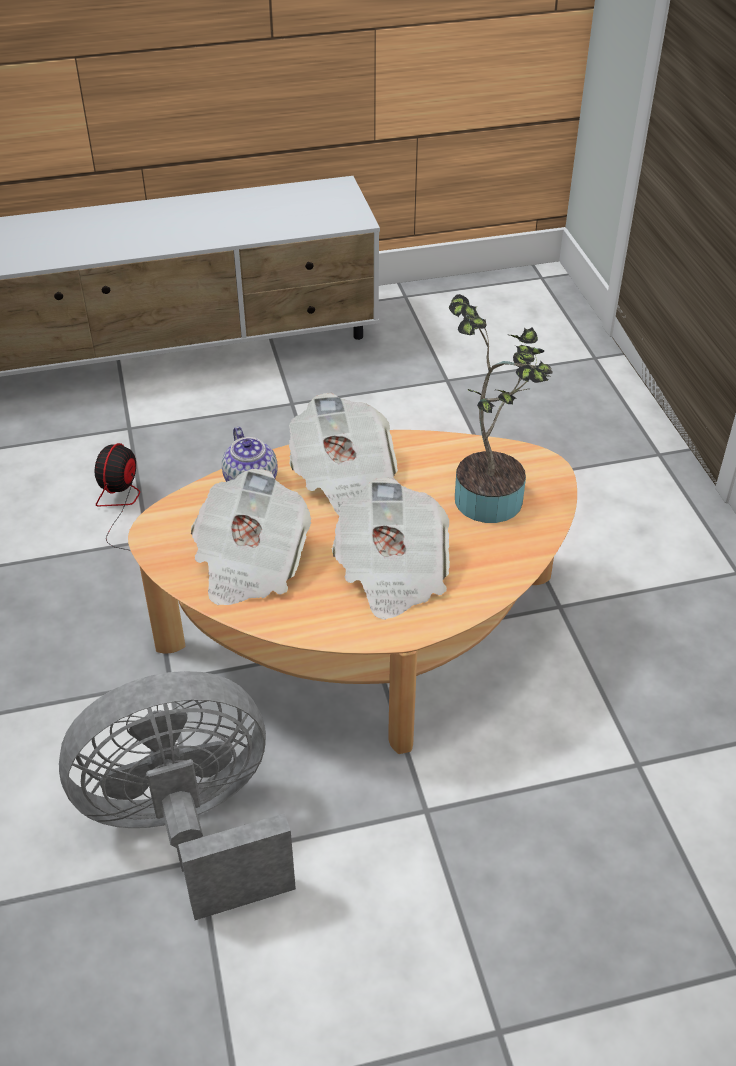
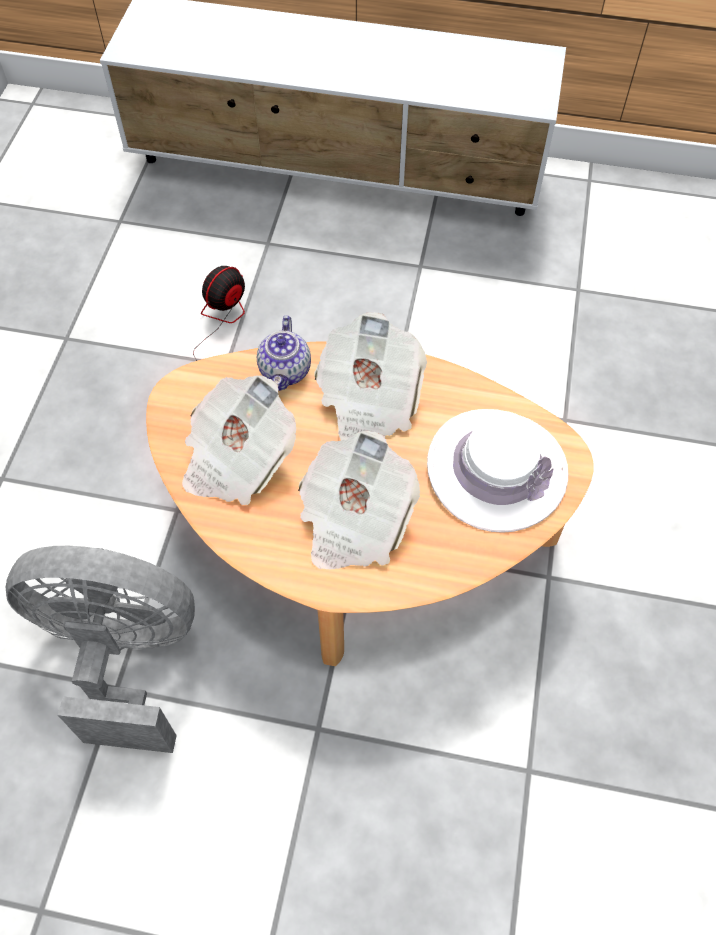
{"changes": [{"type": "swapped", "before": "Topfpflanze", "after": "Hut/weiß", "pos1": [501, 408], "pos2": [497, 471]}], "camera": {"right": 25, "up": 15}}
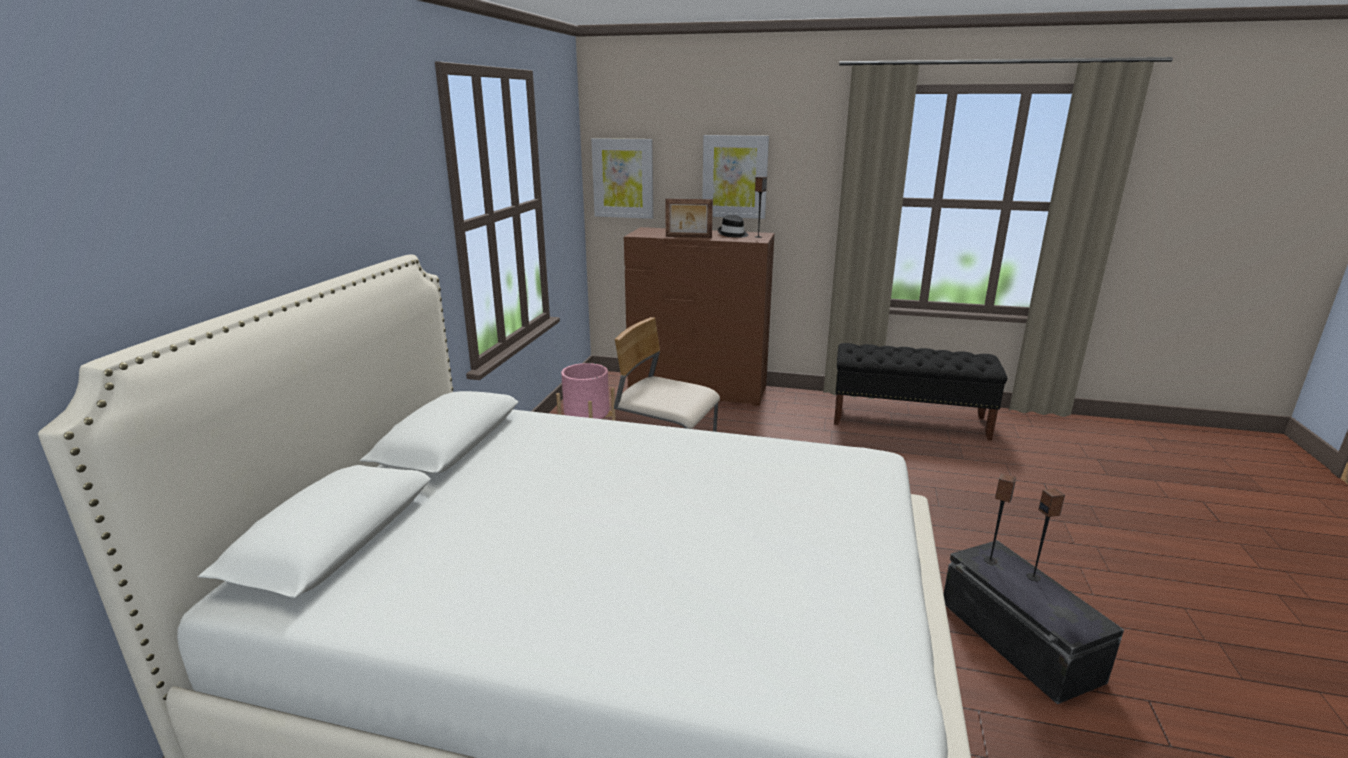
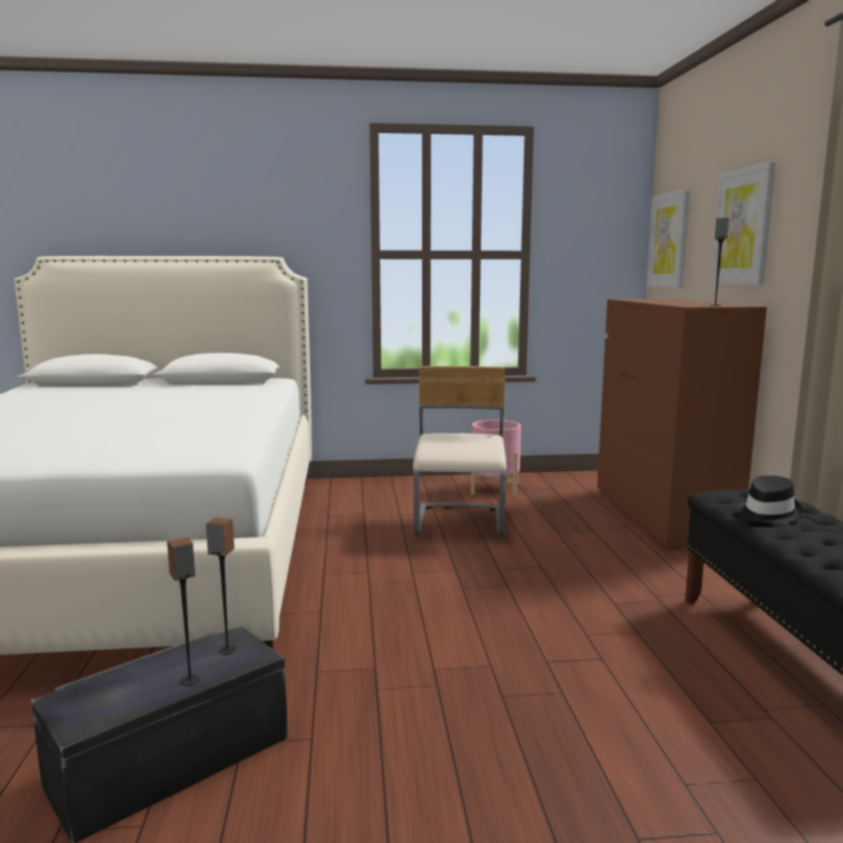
{"changes": [{"type": "gone", "before": "Bilderrahmen", "pos1": [689, 218]}, {"type": "shifted", "before": "Hut/schwarz", "pos1": [733, 226], "pos2": [770, 499]}], "camera": {"right": 70, "up": -10}}
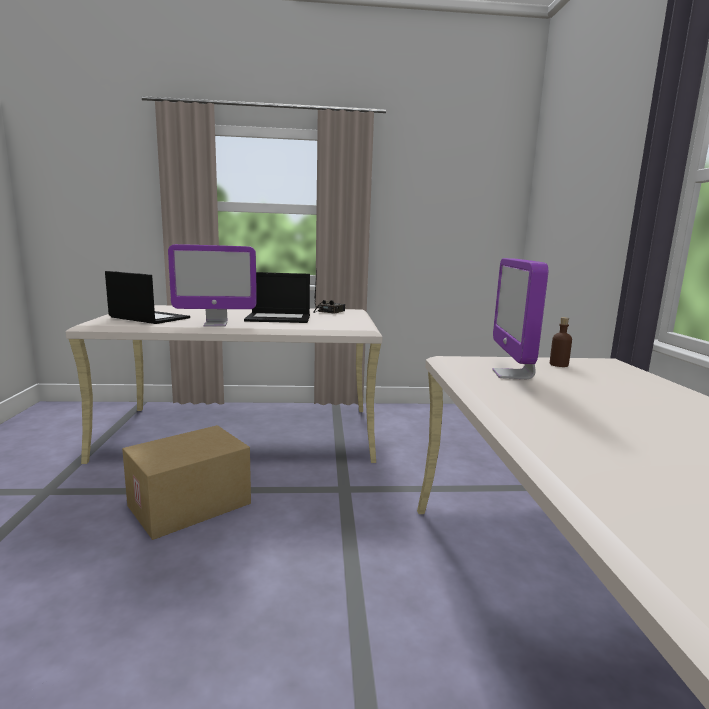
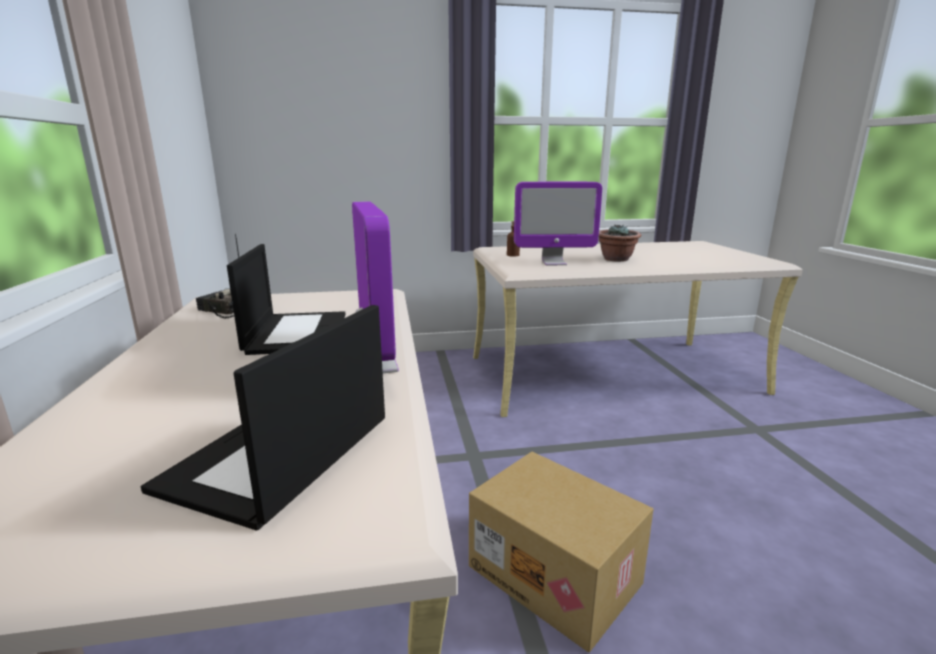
{"changes": [{"type": "new", "after": "Topfpflanze", "pos2": [620, 243]}], "camera": {"right": -95, "up": 5}}
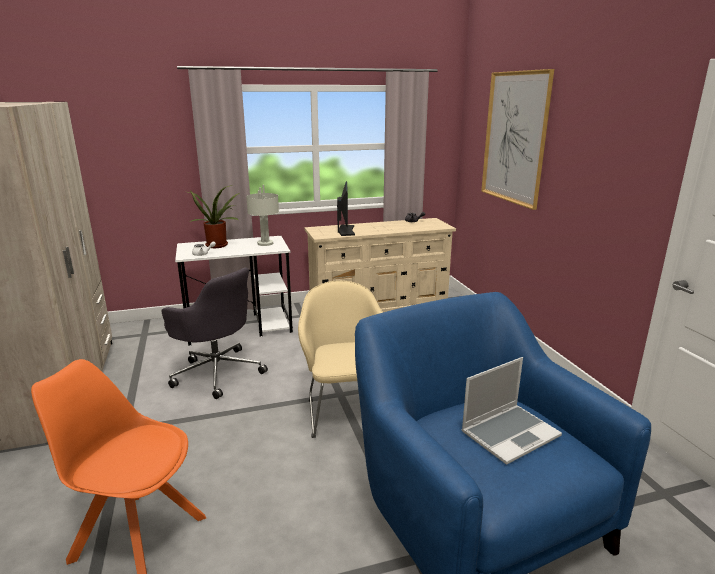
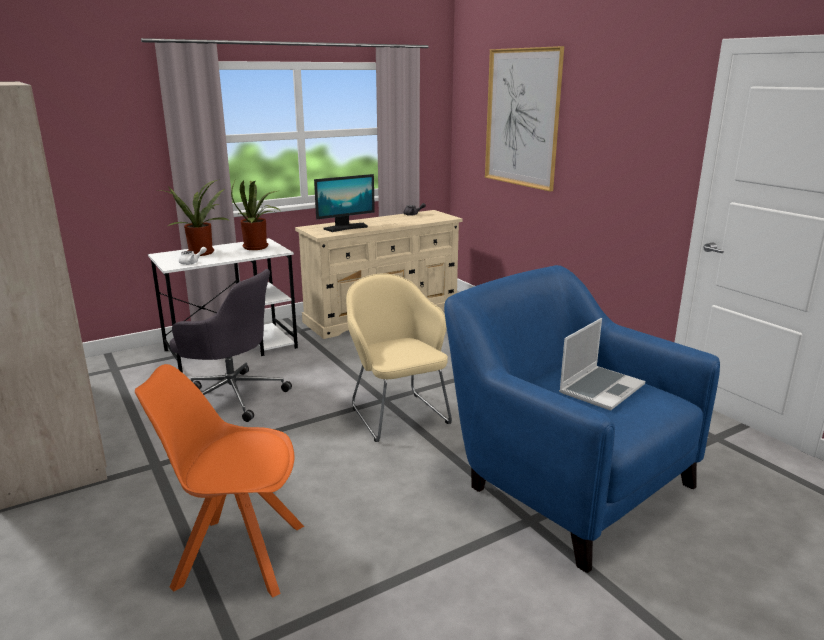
{"changes": [{"type": "swapped", "before": "Tischlampe/grau", "after": "Topfpflanze", "pos1": [262, 215], "pos2": [255, 215]}, {"type": "rotated", "before": "Monitor", "pos1": [346, 208], "pos2": [344, 203], "turn": 75}], "camera": {"right": -15, "up": 0}}
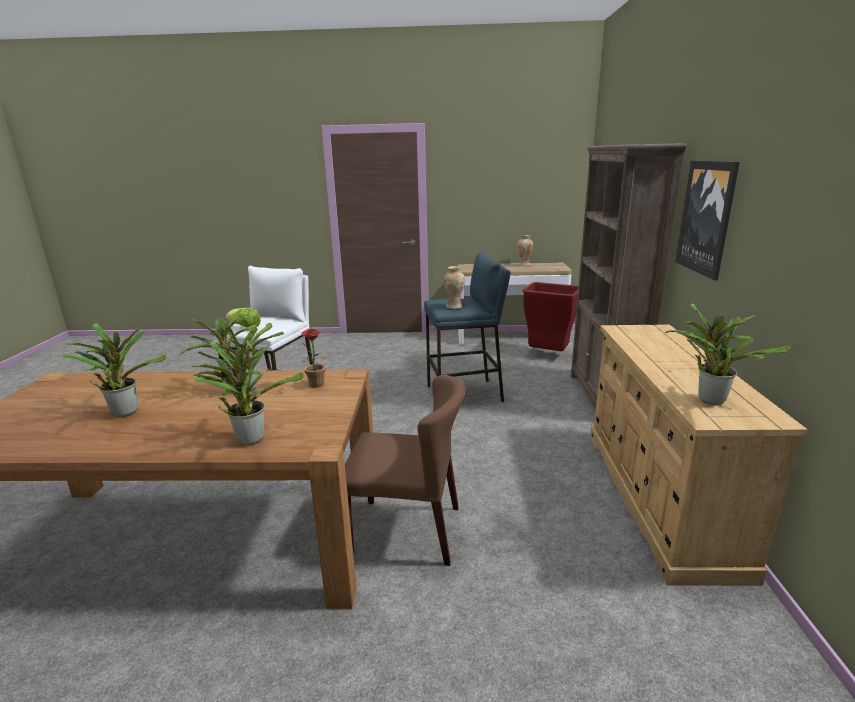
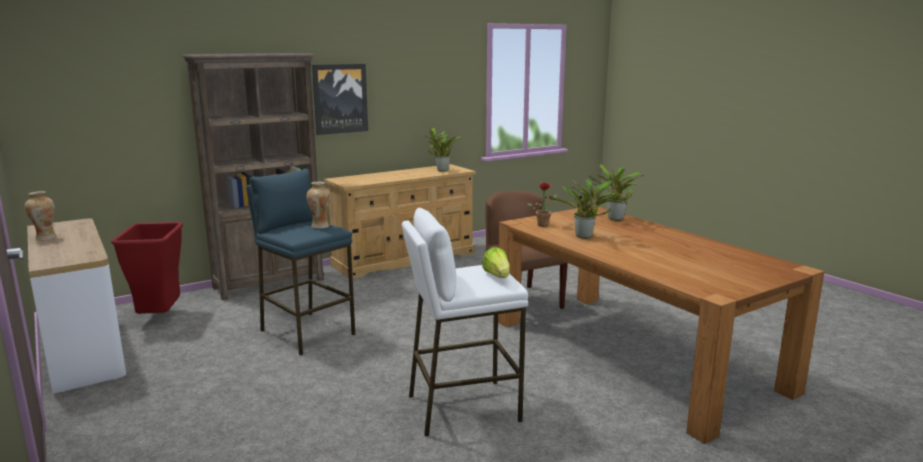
{"changes": [{"type": "gone", "before": "Topfpflanze", "pos1": [114, 370]}], "camera": {"right": -125, "up": -5}}
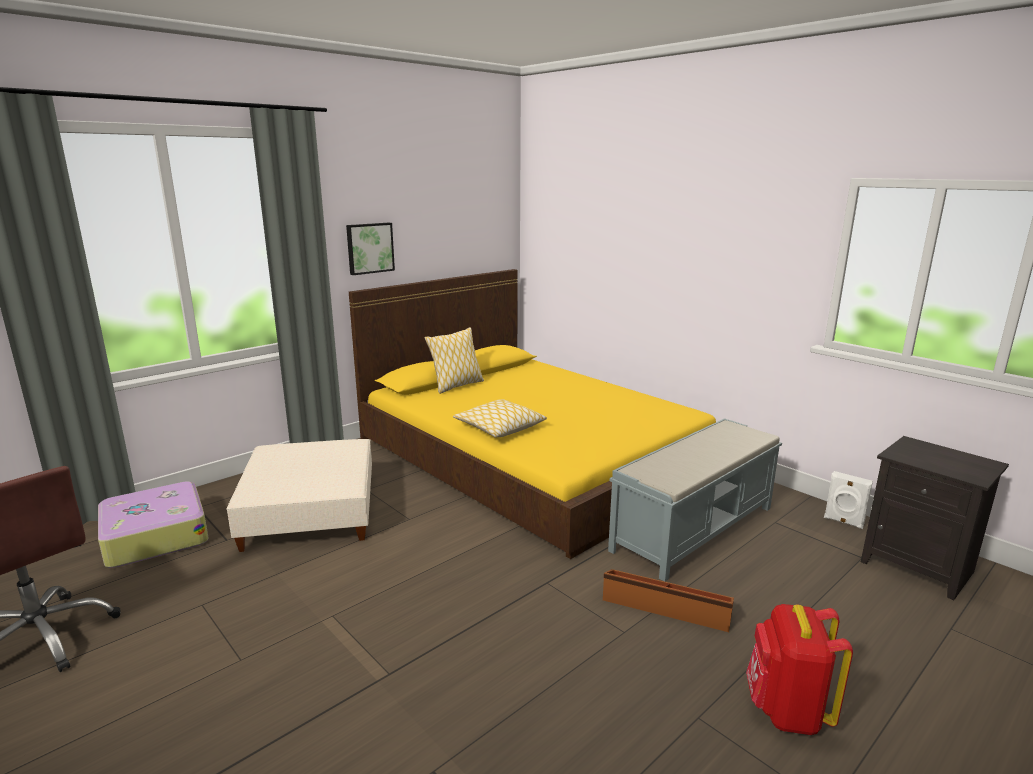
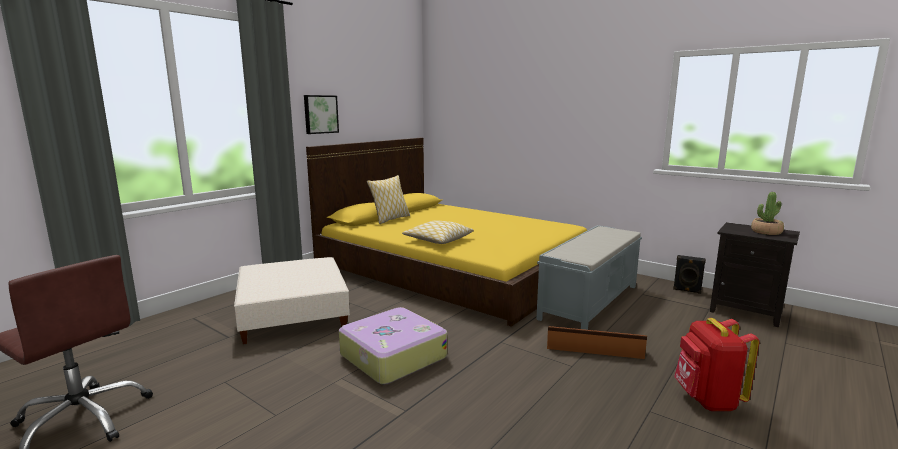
{"changes": [{"type": "shifted", "before": "Koffer", "pos1": [153, 524], "pos2": [393, 345]}, {"type": "repainted", "before": "Lautsprecher/weiß", "after": "Lautsprecher/schwarz", "pos1": [848, 500], "pos2": [689, 274]}, {"type": "new", "after": "Topfpflanze", "pos2": [767, 213]}], "camera": {"right": -10, "up": -5}}
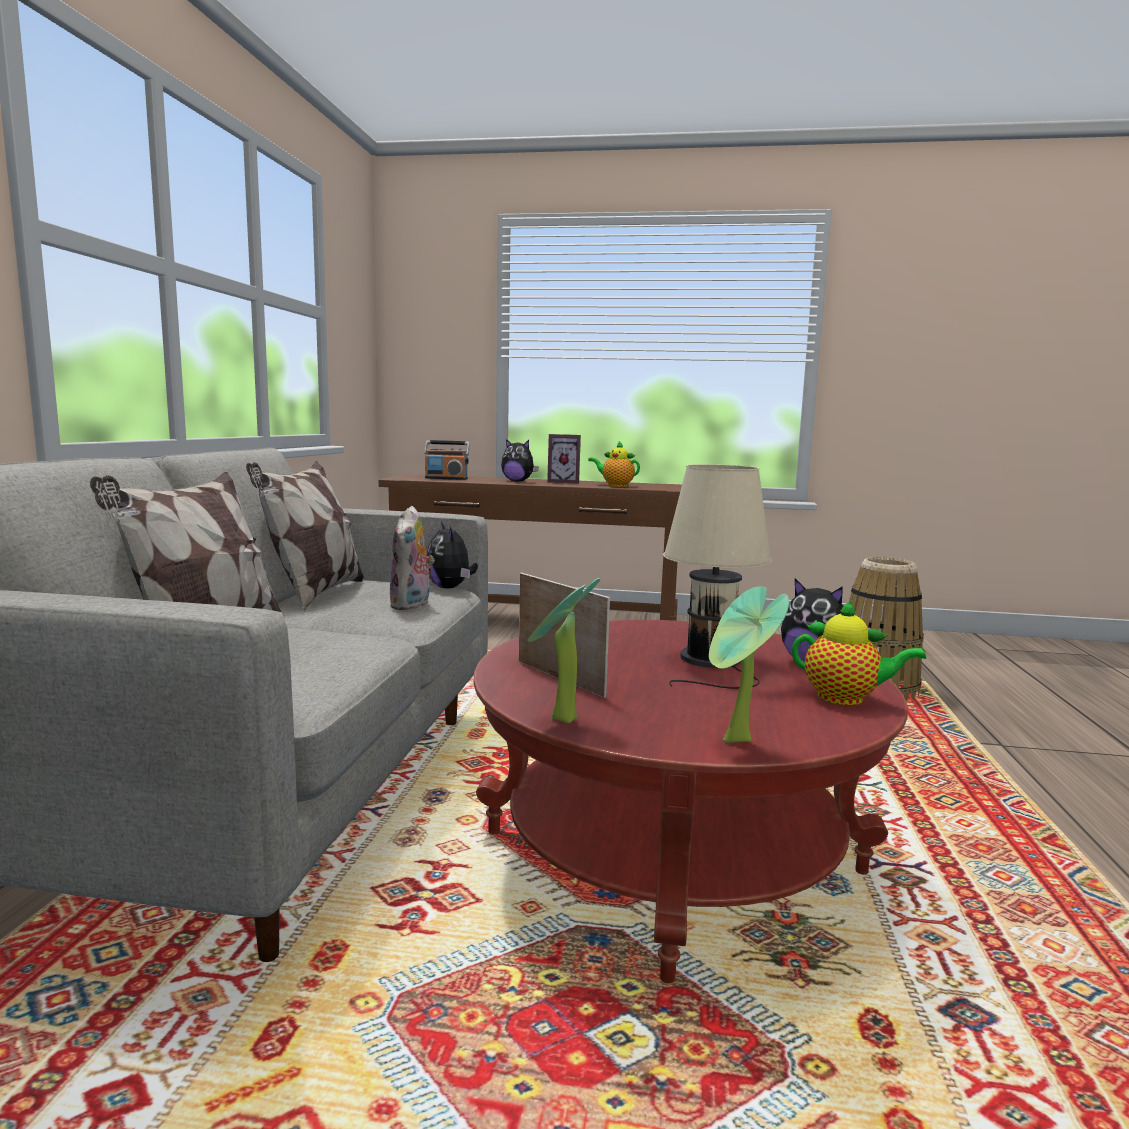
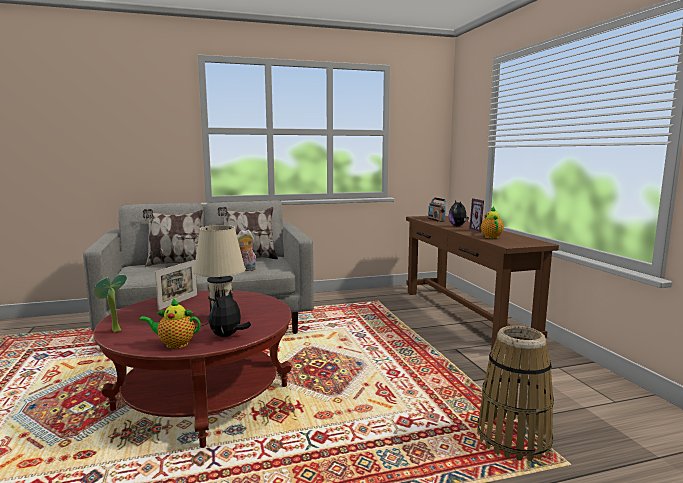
{"changes": [{"type": "gone", "before": "Plüschtier", "pos1": [452, 555]}, {"type": "gone", "before": "Topfpflanze", "pos1": [564, 650]}, {"type": "rotated", "before": "Teekanne", "pos1": [859, 653], "pos2": [170, 323], "turn": 90}], "camera": {"right": 65, "up": 0}}
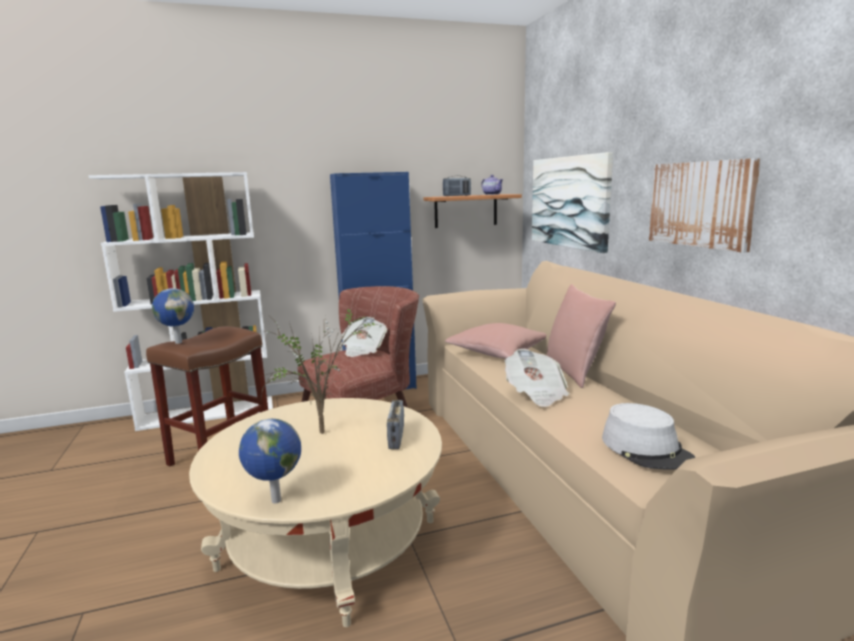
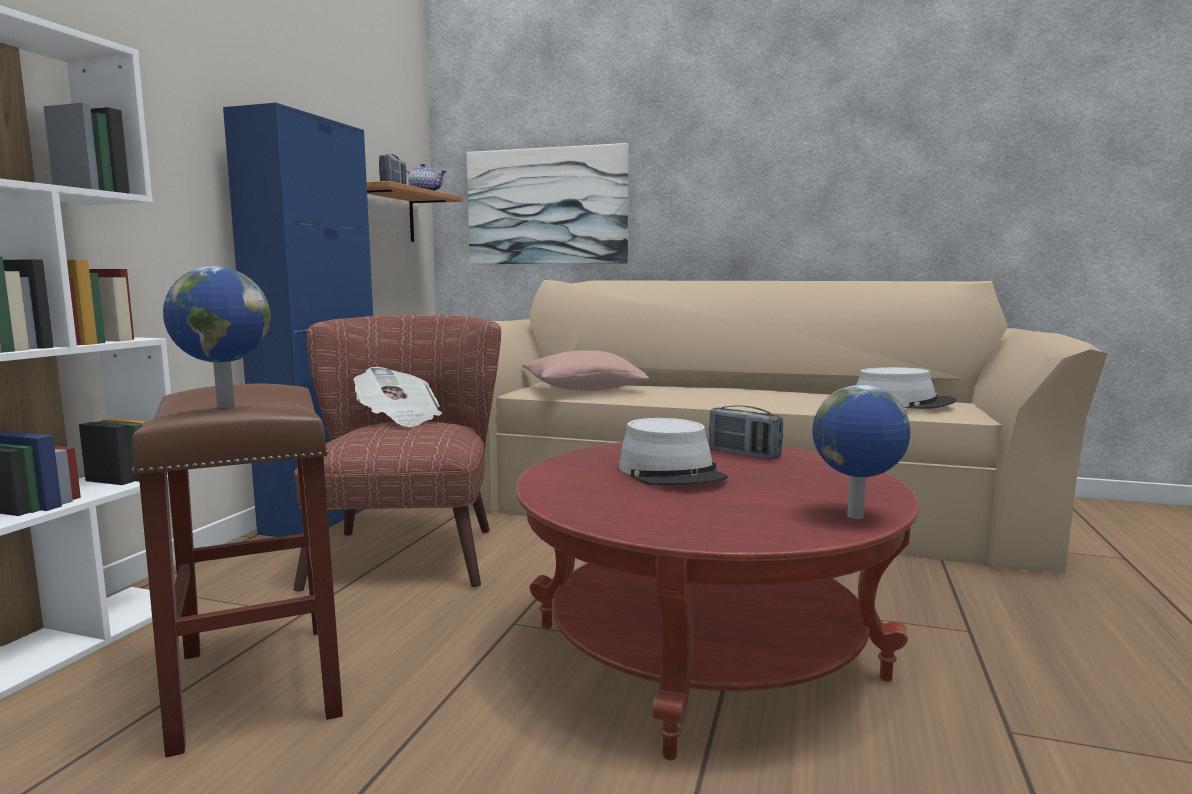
{"changes": [{"type": "repainted", "before": "Couchtisch/beige", "after": "Couchtisch/rot", "pos1": [315, 512], "pos2": [717, 599]}, {"type": "swapped", "before": "Topfpflanze", "after": "Hut/grau", "pos1": [323, 368], "pos2": [673, 452]}, {"type": "gone", "before": "Zeitung", "pos1": [537, 378]}, {"type": "gone", "before": "Kissen/rosa", "pos1": [581, 336]}, {"type": "gone", "before": "Bild", "pos1": [705, 205]}], "camera": {"right": -55, "up": -5}}
